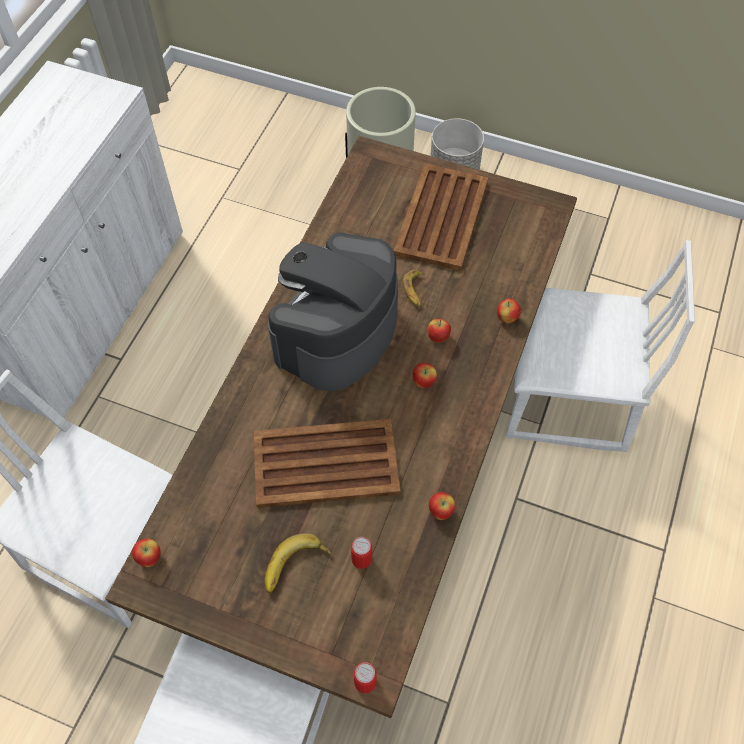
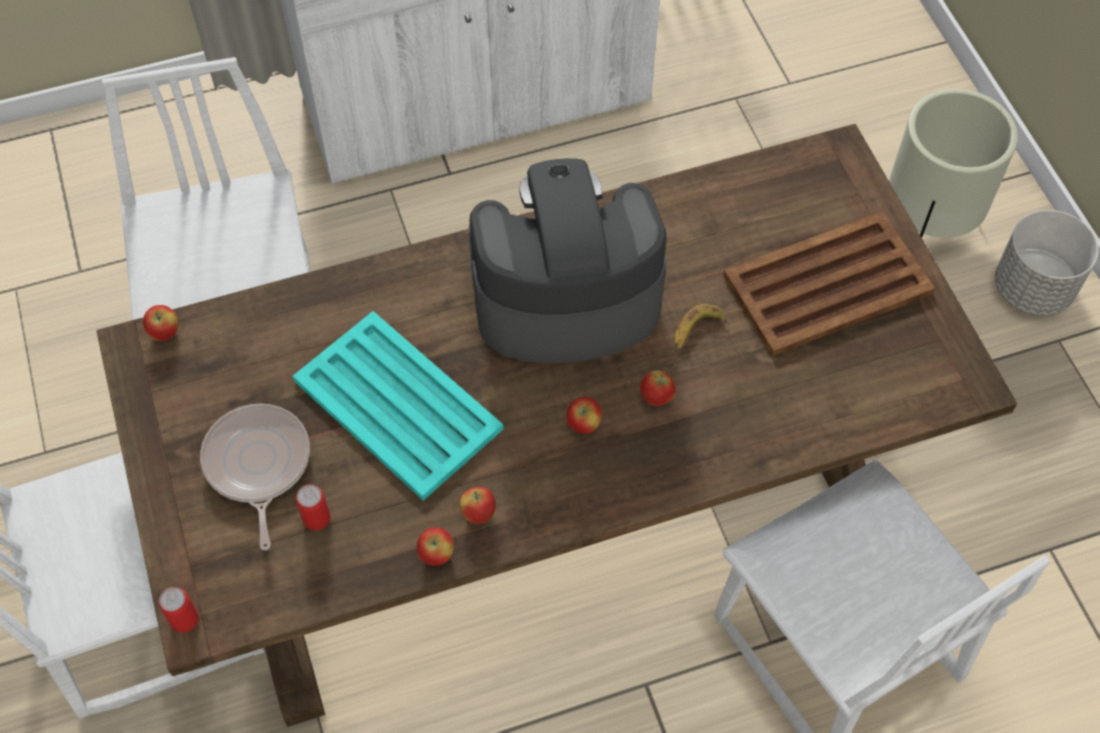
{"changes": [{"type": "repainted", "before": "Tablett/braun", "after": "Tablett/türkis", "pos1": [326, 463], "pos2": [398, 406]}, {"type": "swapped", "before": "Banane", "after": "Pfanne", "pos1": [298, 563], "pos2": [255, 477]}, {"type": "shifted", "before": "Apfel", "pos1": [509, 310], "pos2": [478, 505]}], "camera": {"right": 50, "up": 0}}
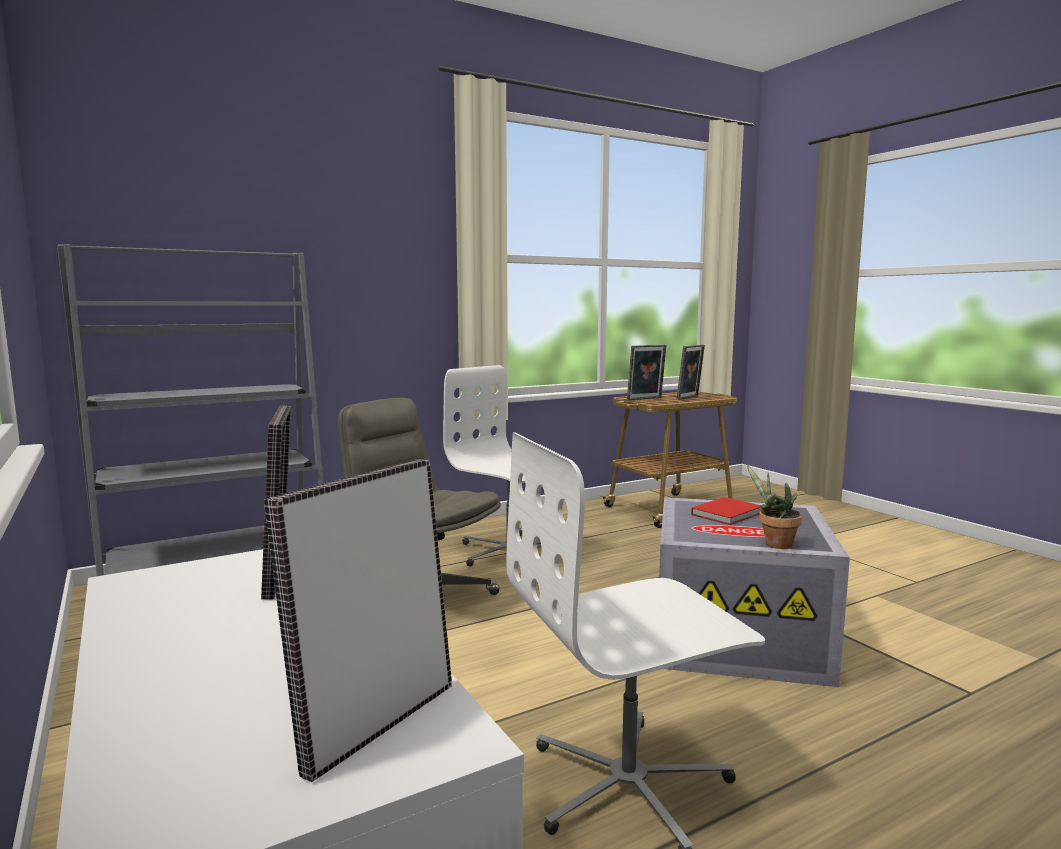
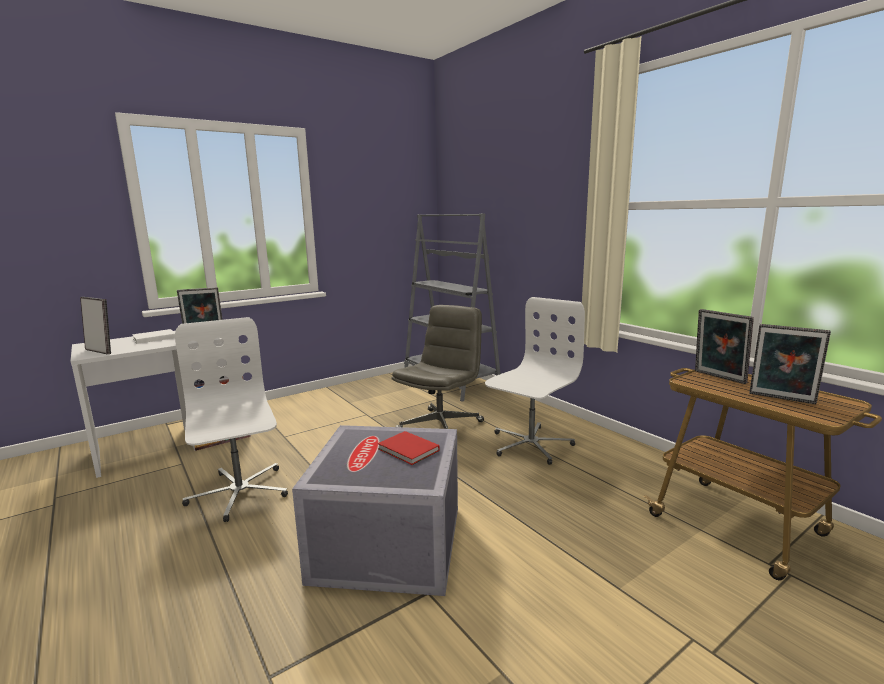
{"changes": [{"type": "gone", "before": "Topfpflanze", "pos1": [774, 507]}, {"type": "new", "after": "Buch/weiß", "pos2": [153, 336]}], "camera": {"right": 85, "up": 5}}
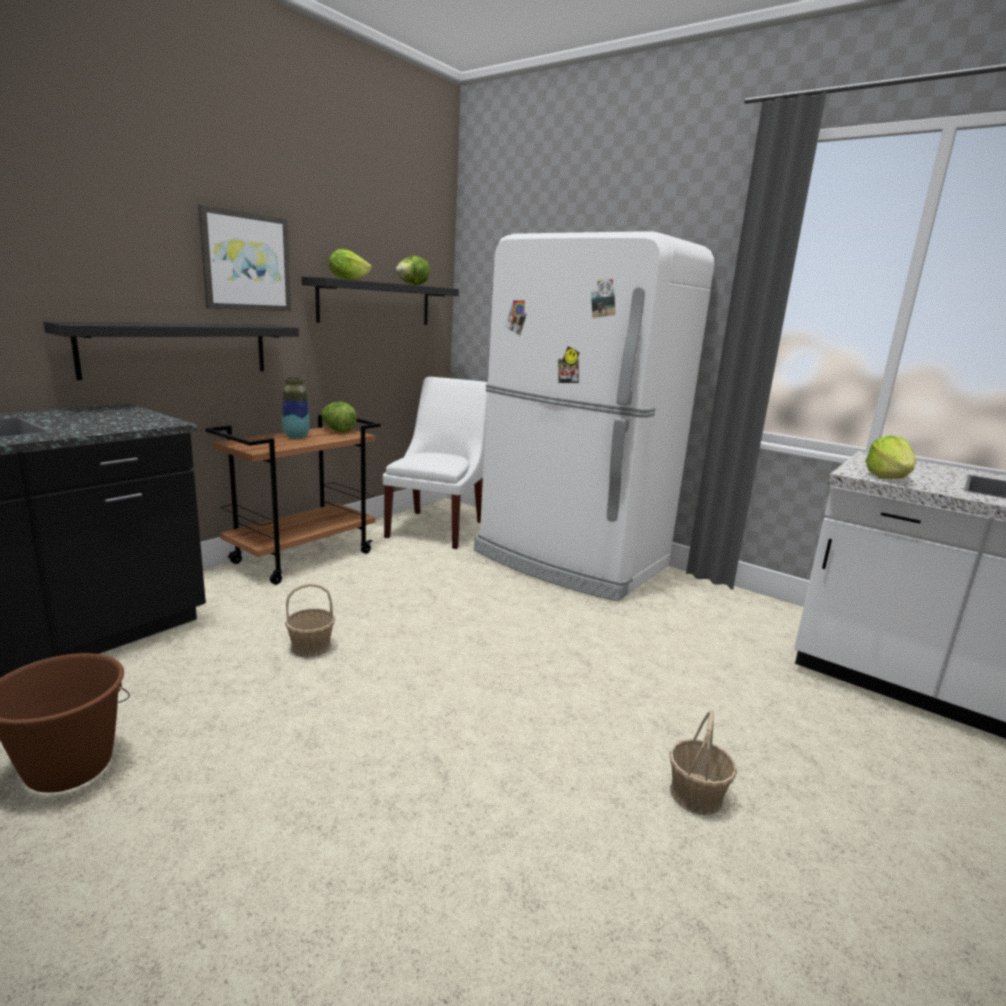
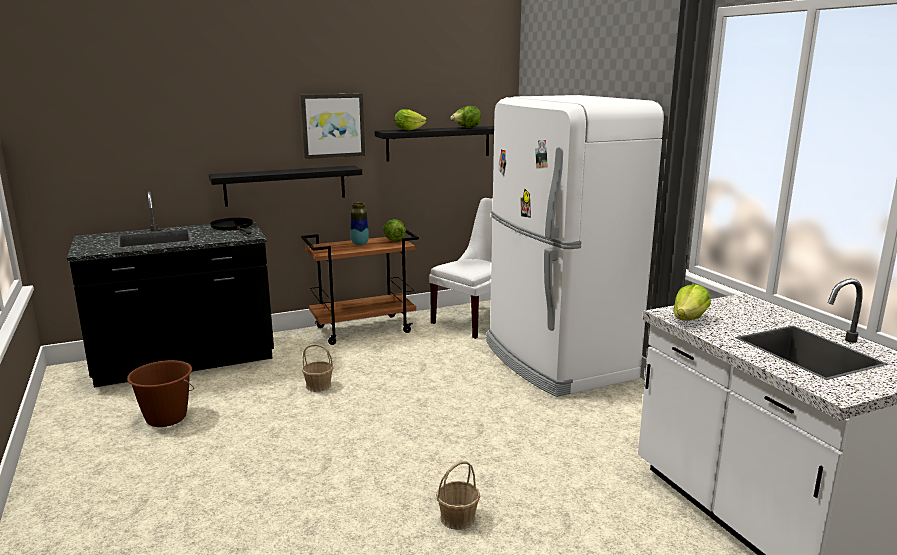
{"changes": [{"type": "new", "after": "Pfanne/schwarz", "pos2": [231, 226]}], "camera": {"right": 30, "up": 0}}
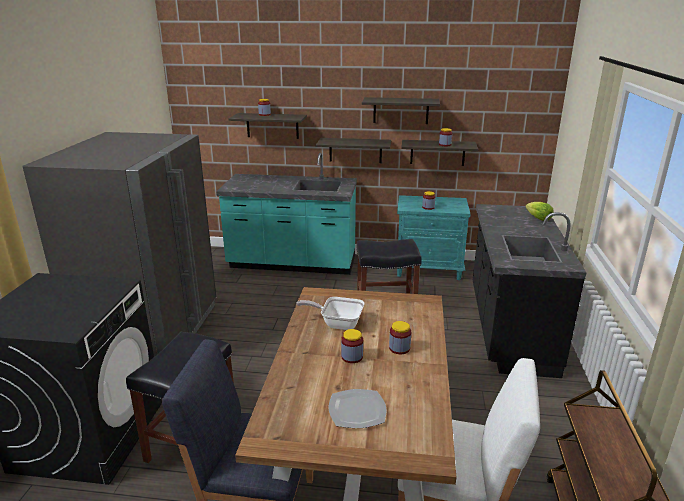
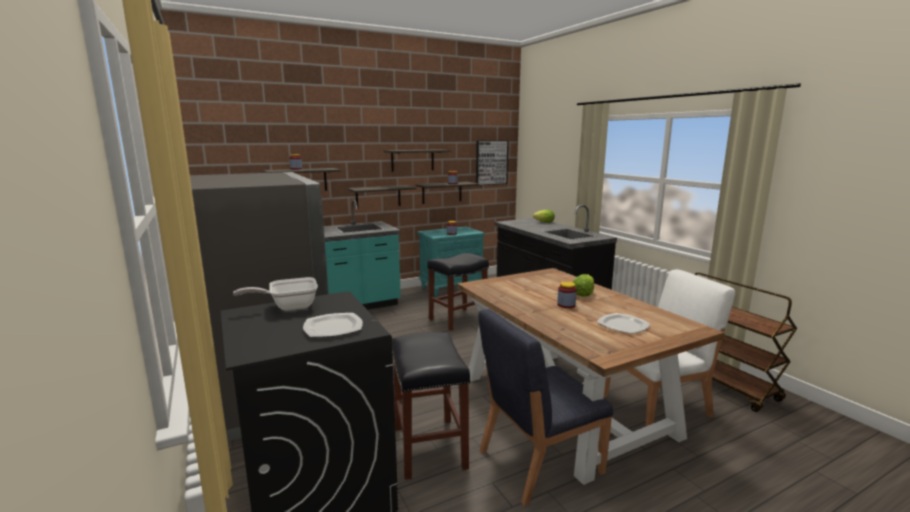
{"changes": [{"type": "shifted", "before": "Pfanne", "pos1": [330, 313], "pos2": [275, 294]}, {"type": "swapped", "before": "Vorratsglas", "after": "Salatkopf", "pos1": [400, 337], "pos2": [583, 285]}, {"type": "new", "after": "Teller", "pos2": [333, 325]}, {"type": "new", "after": "Bild", "pos2": [492, 162]}], "camera": {"right": -35, "up": -10}}
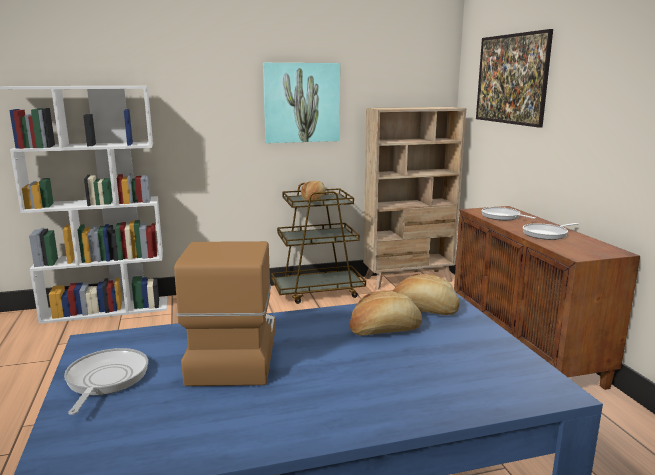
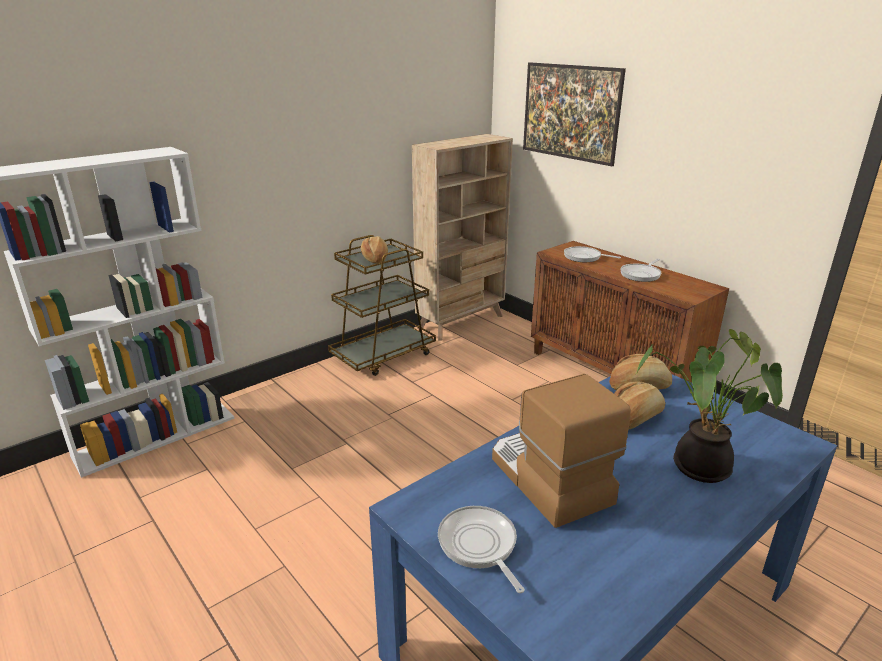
{"changes": [{"type": "gone", "before": "Bild", "pos1": [301, 103]}, {"type": "new", "after": "Topfpflanze", "pos2": [709, 406]}], "camera": {"right": -25, "up": 10}}
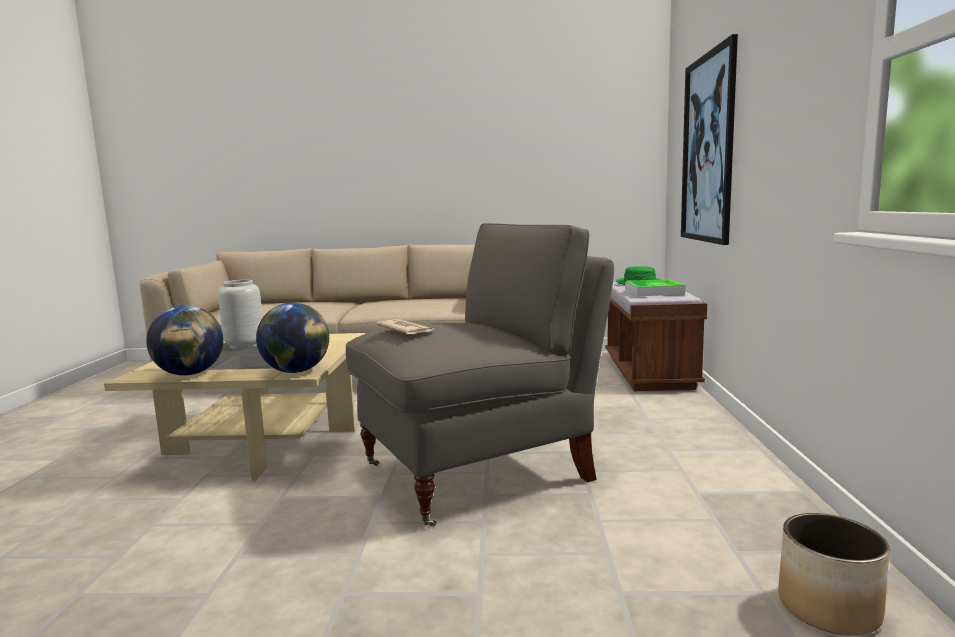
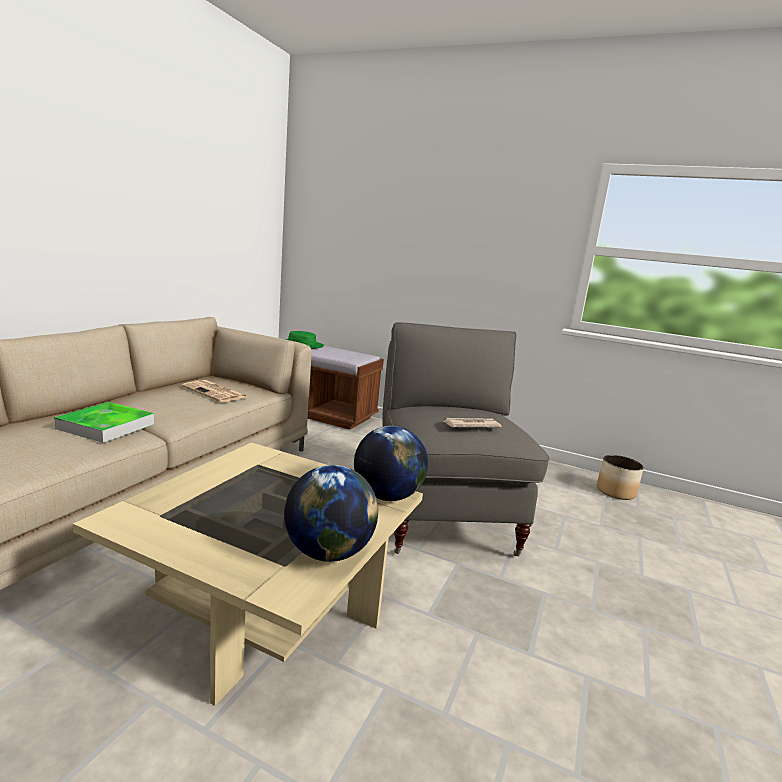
{"changes": [{"type": "gone", "before": "Vase/grau", "pos1": [240, 314]}, {"type": "shifted", "before": "Tablett", "pos1": [655, 287], "pos2": [104, 422]}, {"type": "gone", "before": "Bild", "pos1": [709, 139]}, {"type": "new", "after": "Zeitung", "pos2": [214, 391]}], "camera": {"right": -70, "up": 5}}
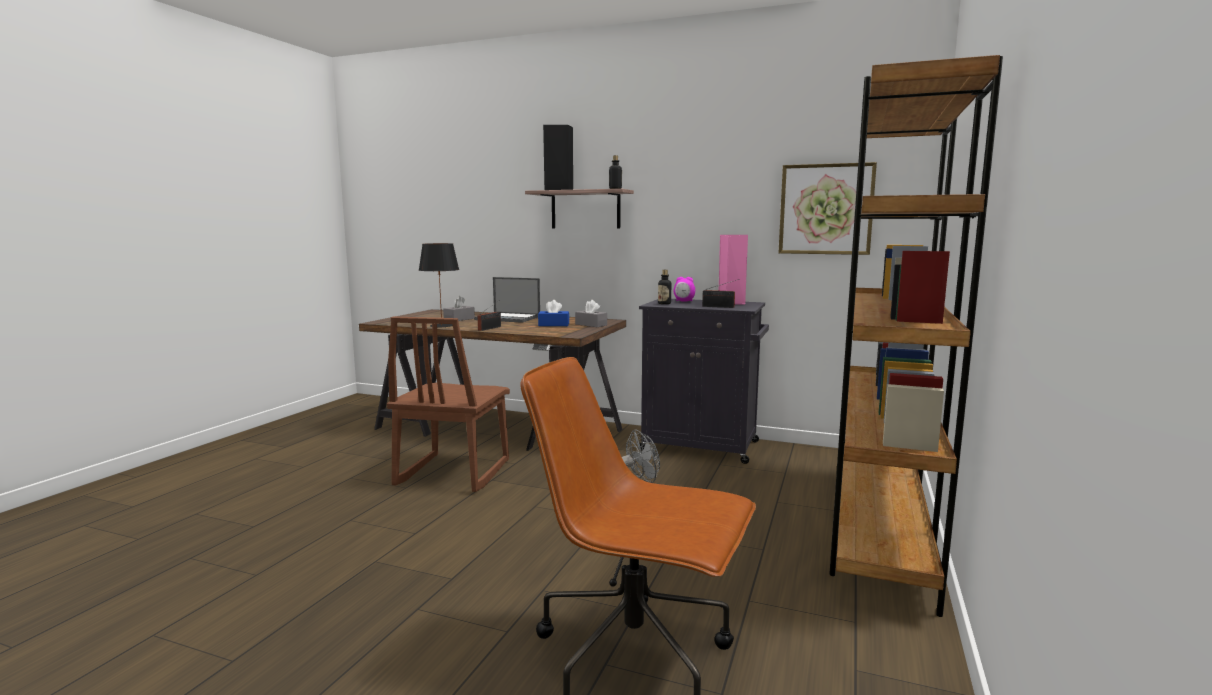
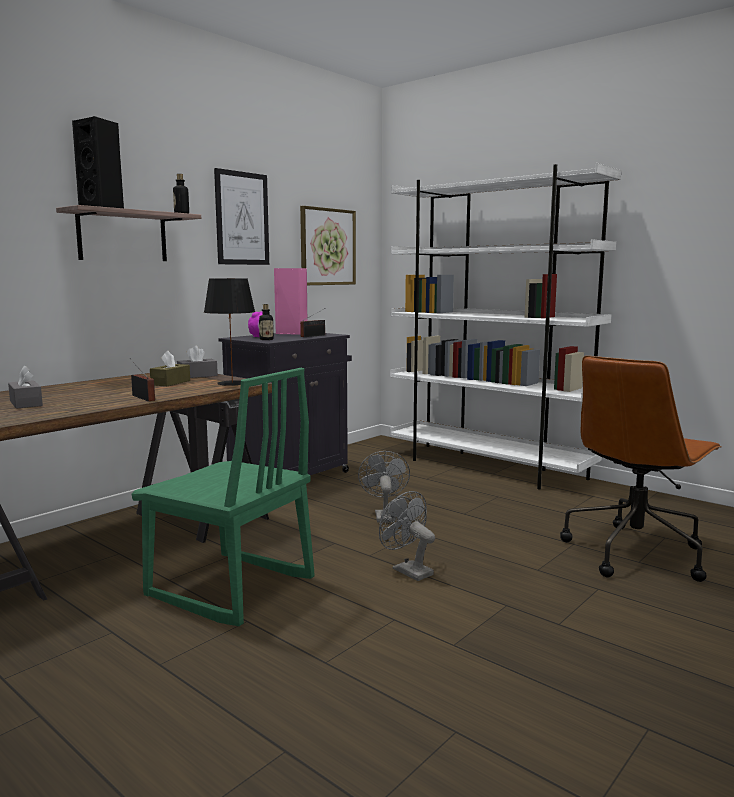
{"changes": [{"type": "repainted", "before": "Stuhl/braun", "after": "Stuhl/grün", "pos1": [448, 404], "pos2": [223, 497]}, {"type": "shifted", "before": "Tischlampe/schwarz", "pos1": [439, 285], "pos2": [229, 332]}, {"type": "gone", "before": "Laptop", "pos1": [507, 300]}, {"type": "repainted", "before": "Taschentuchbox/blau", "after": "Taschentuchbox/braun", "pos1": [553, 313], "pos2": [170, 368]}, {"type": "repainted", "before": "Bücherregal/braun", "after": "Bücherregal/weiß", "pos1": [916, 336], "pos2": [505, 326]}, {"type": "new", "after": "Bild", "pos2": [241, 216]}, {"type": "new", "after": "Ventilator/grau", "pos2": [407, 536]}], "camera": {"right": -70, "up": 0}}
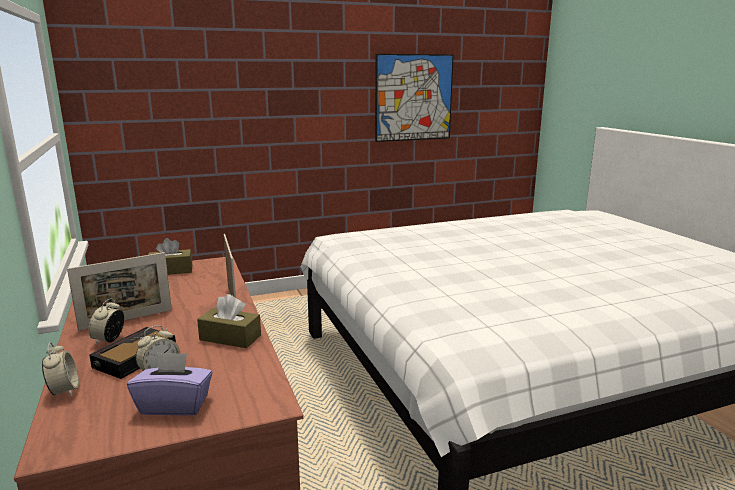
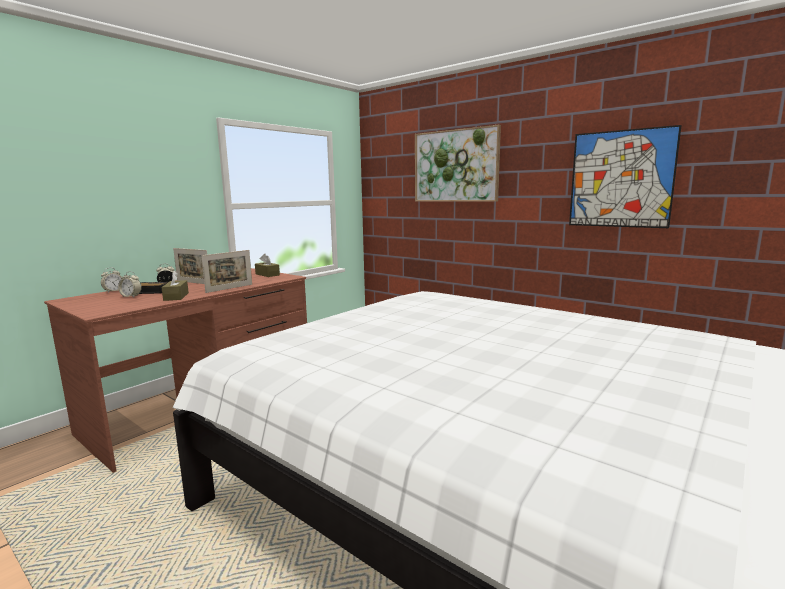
{"changes": [{"type": "gone", "before": "Taschentuchbox/lila", "pos1": [170, 384]}, {"type": "new", "after": "Bild", "pos2": [458, 163]}], "camera": {"right": 60, "up": -5}}
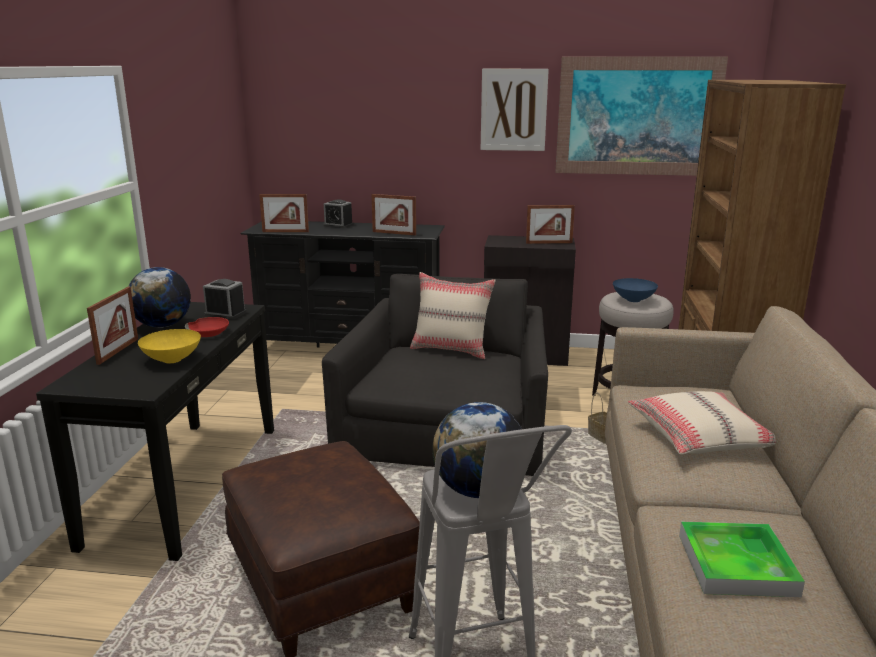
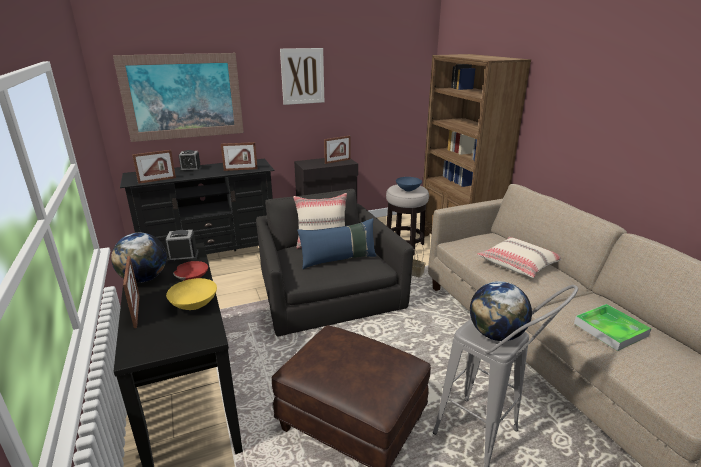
{"changes": [{"type": "shifted", "before": "Bild", "pos1": [641, 116], "pos2": [178, 97]}, {"type": "new", "after": "Kissen/blau", "pos2": [337, 243]}], "camera": {"right": -30, "up": 5}}
